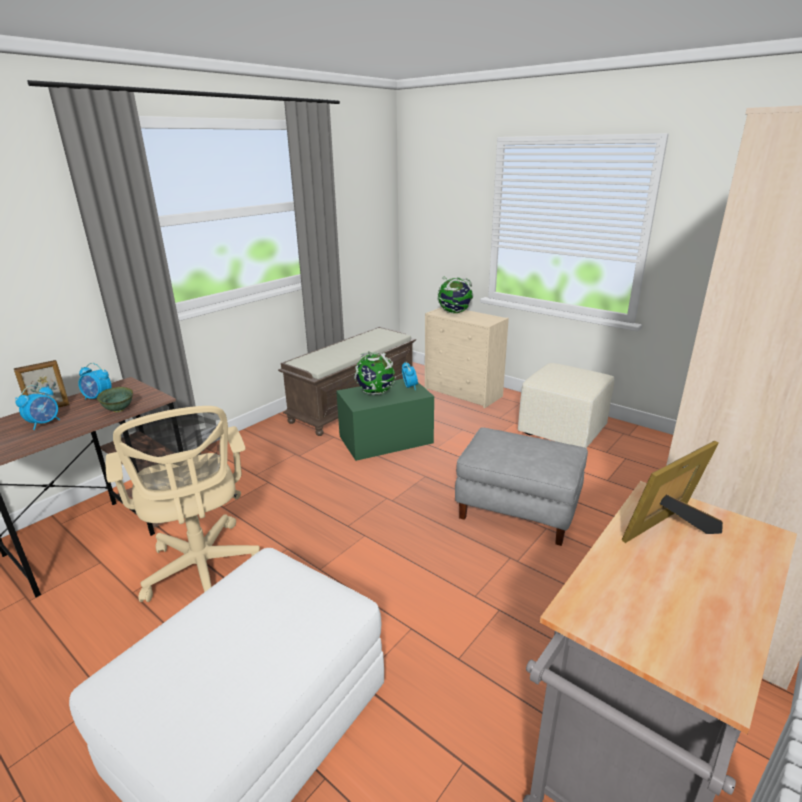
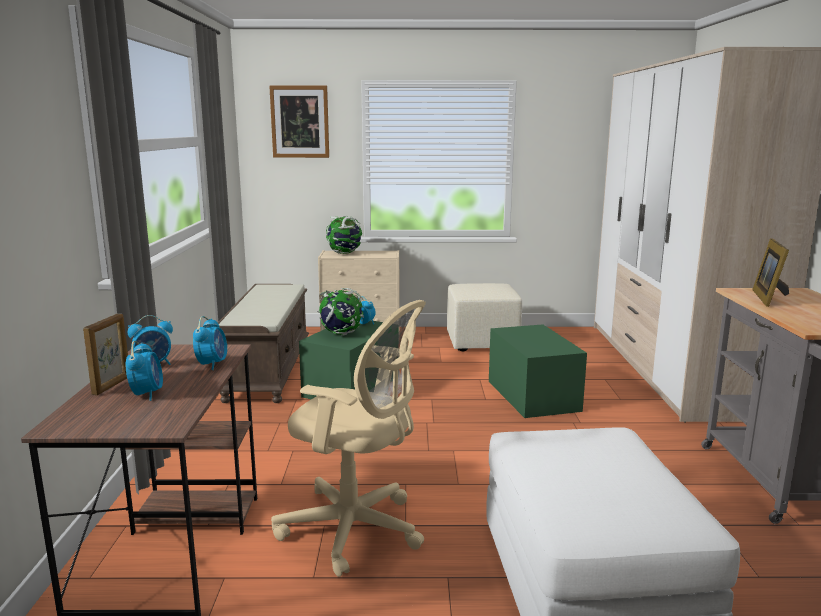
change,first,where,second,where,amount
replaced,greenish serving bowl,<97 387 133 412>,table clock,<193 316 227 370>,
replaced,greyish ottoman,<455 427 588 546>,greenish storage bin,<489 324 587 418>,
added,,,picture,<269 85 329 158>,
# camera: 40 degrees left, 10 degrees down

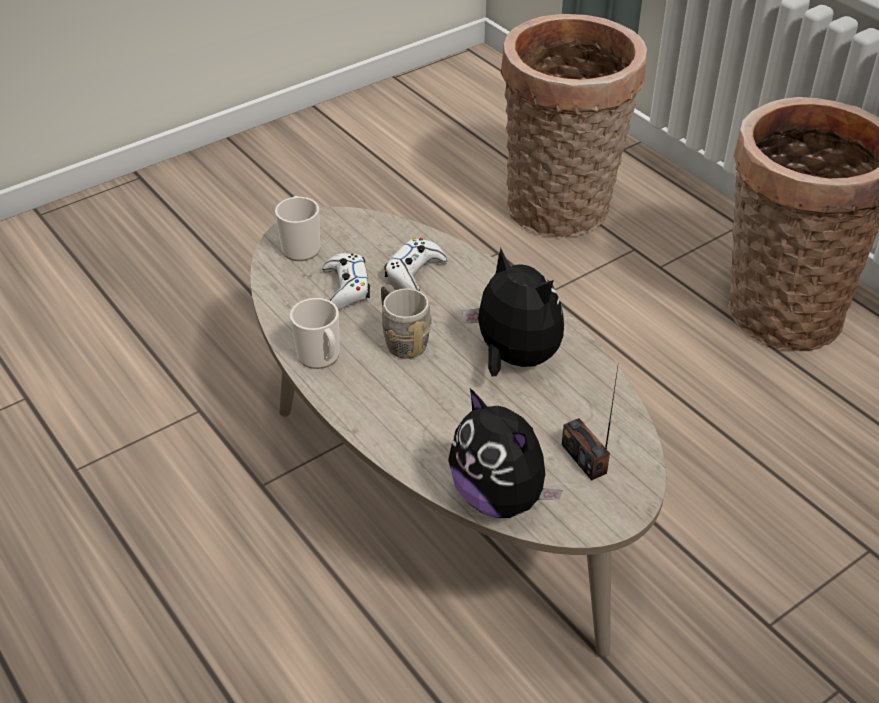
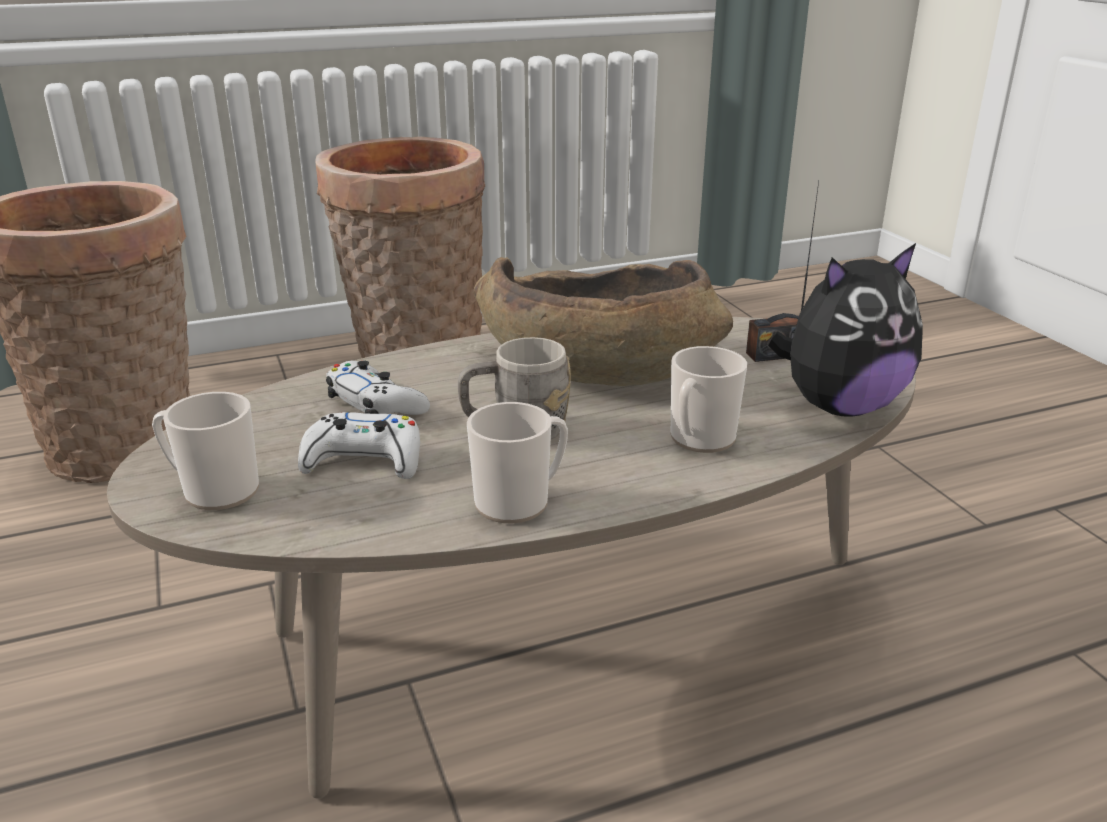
change,first,where,second,where,amount
replaced,plush toy,<463 248 564 376>,brown serving bowl,<474 257 733 386>,
added,,,mug,<670 346 747 453>,
# camera: 75 degrees left, 15 degrees down

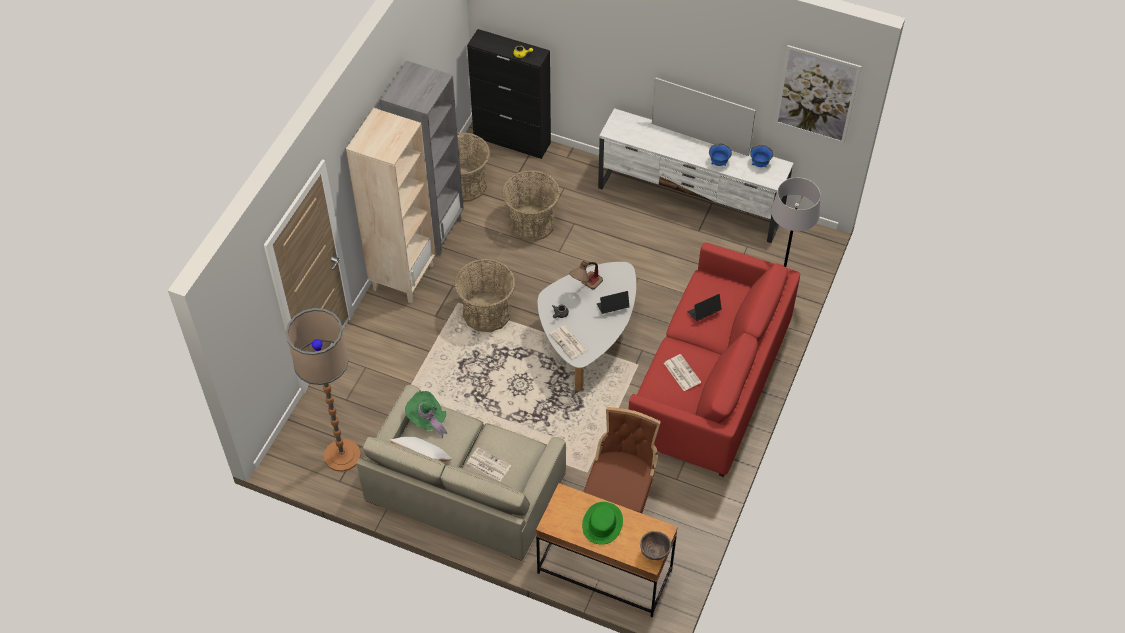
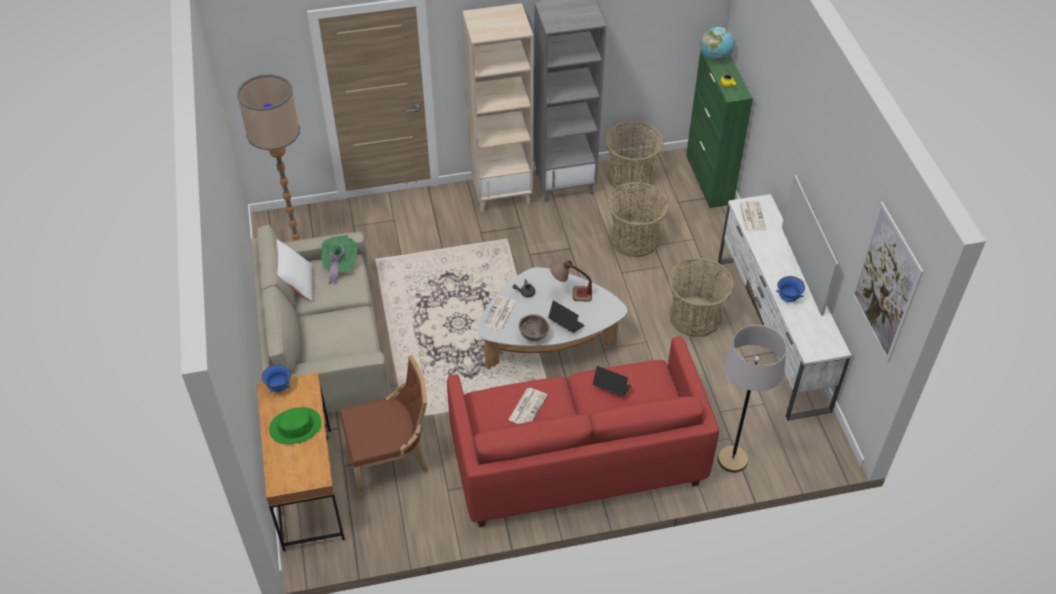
change,first,where,second,where,amount
moved,household basket,<455 259 515 332>,,<668 258 734 337>,
recoloured,blackish storage cabinet,<467 29 551 159>,greenish storage cabinet,<686 50 753 208>,
moved,newspaper,<467 447 511 481>,,<739 201 766 231>,
moved,brown serving bowl,<640 531 672 560>,,<519 314 549 341>,
moved,blue-coloured serving bowl,<750 145 773 167>,,<262 364 291 393>,
added,,,world globe,<701 27 734 61>,
# camera: 55 degrees right, 5 degrees down

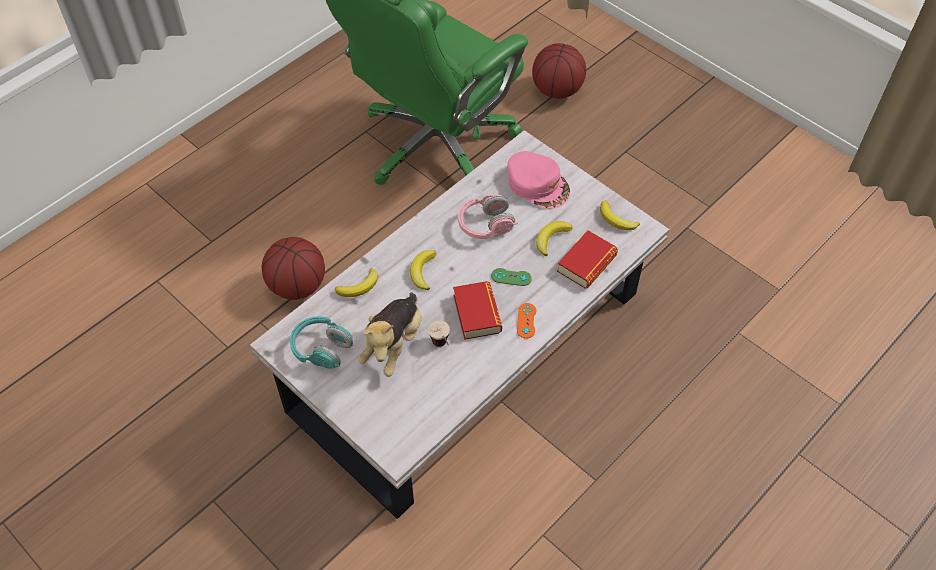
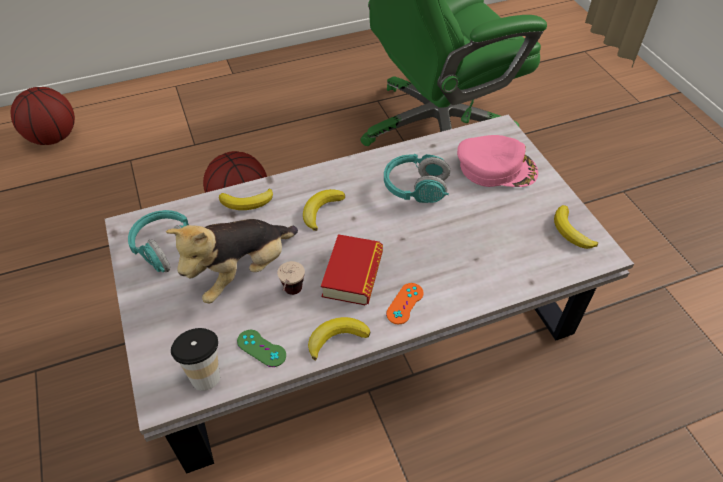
change,first,where,second,where,amount
recoloured,pink headphones,<458 194 518 240>,turquoise-coloured headphones,<384 154 450 203>,
moved,greenish joypad,<491 268 532 286>,,<237 330 286 367>,
turned,pink baseball cap,<507 151 570 209>,,<457 135 538 187>,60 degrees counterclockwise
moved,ball for basketball,<532 43 586 99>,,<11 87 75 145>,
moved,banana fruit,<536 221 572 256>,,<308 317 370 360>,
removed,book,<557 230 618 289>,,,
added,,,small cup,<171 328 220 391>,
# camera: 25 degrees right, 5 degrees down

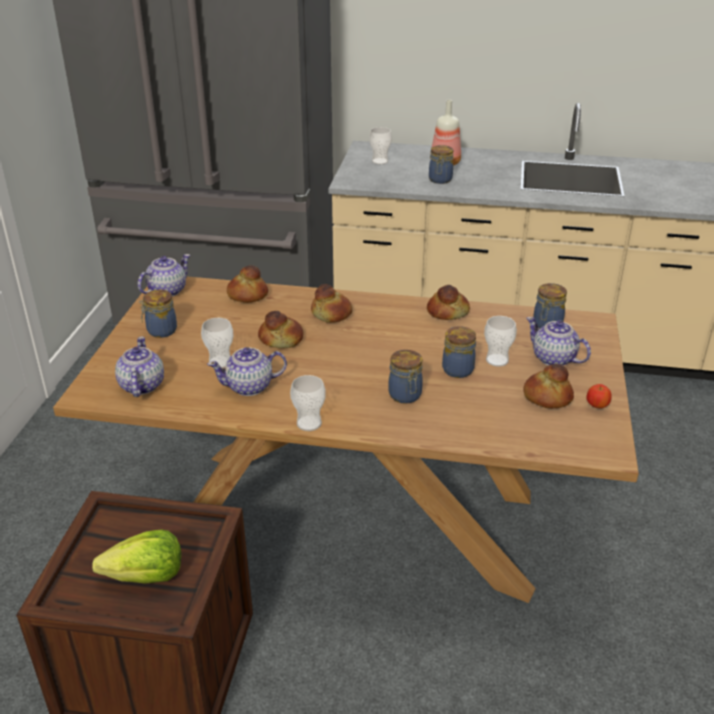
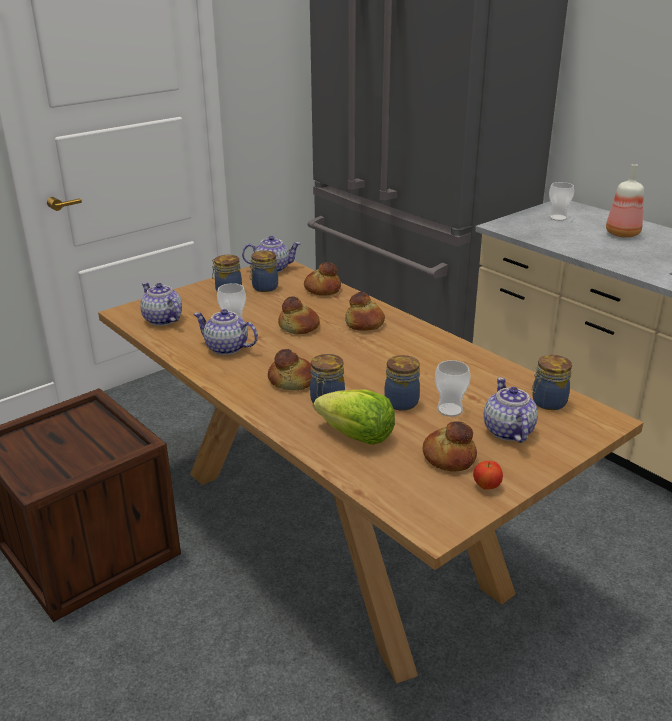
change,first,where,second,where,amount
moved,lettuce,<92 530 181 584>,,<314 390 395 445>,
turned,teapot,<115 337 164 397>,,<140 282 182 326>,75 degrees counterclockwise
removed,small cup,<290 375 326 431>,,,
moved,bakery bread,<427 285 470 320>,,<268 349 311 390>,
moved,jar,<429 145 453 184>,,<249 250 278 292>,
# camera: 40 degrees right, 5 degrees down

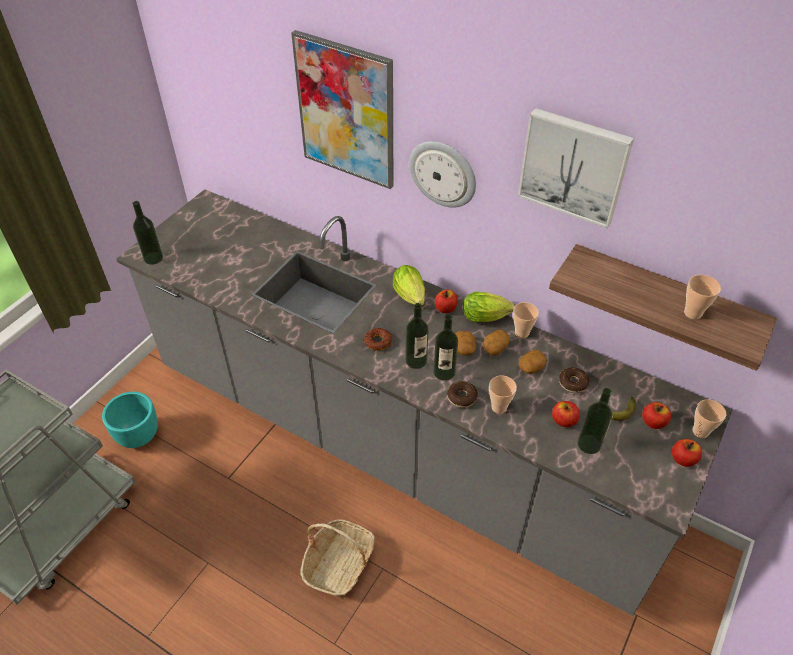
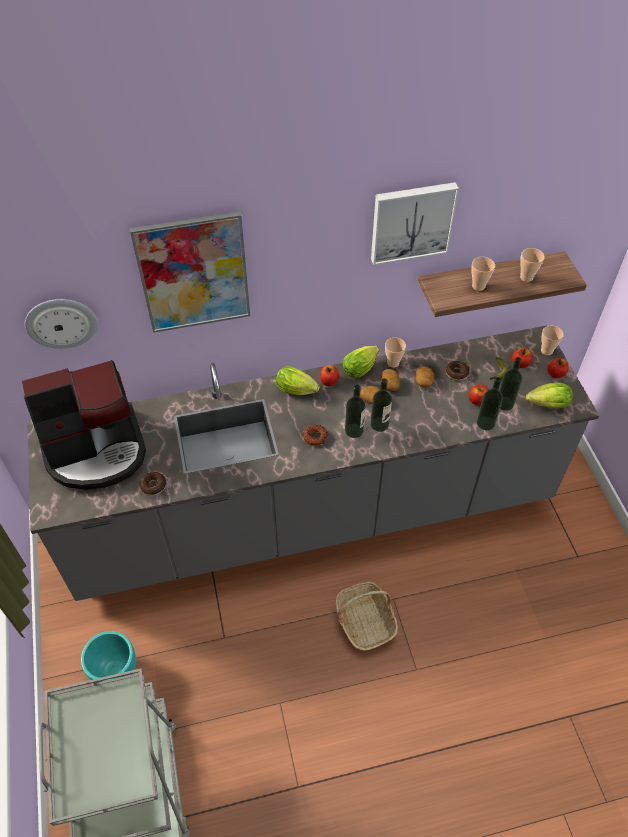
change,first,where,second,where,amount
moved,beverage bottle,<132 201 163 265>,,<477 377 503 430>,
moved,hanging clock,<409 141 476 208>,,<25 299 98 349>,
moved,doughnut,<447 381 478 408>,,<140 472 166 496>,
moved,small cup,<489 375 517 414>,,<471 257 495 291>,
added,,,coffee machine,<22 360 146 490>,
added,,,lettuce,<526 383 573 408>,
# camera: 45 degrees left, 5 degrees up

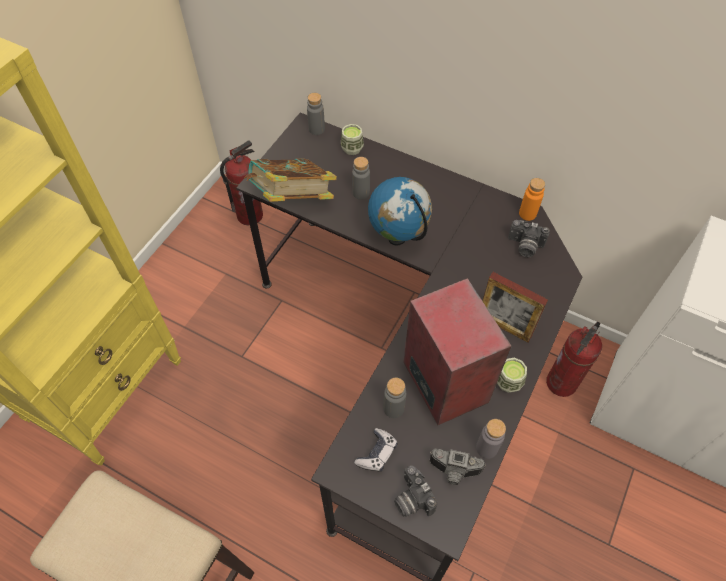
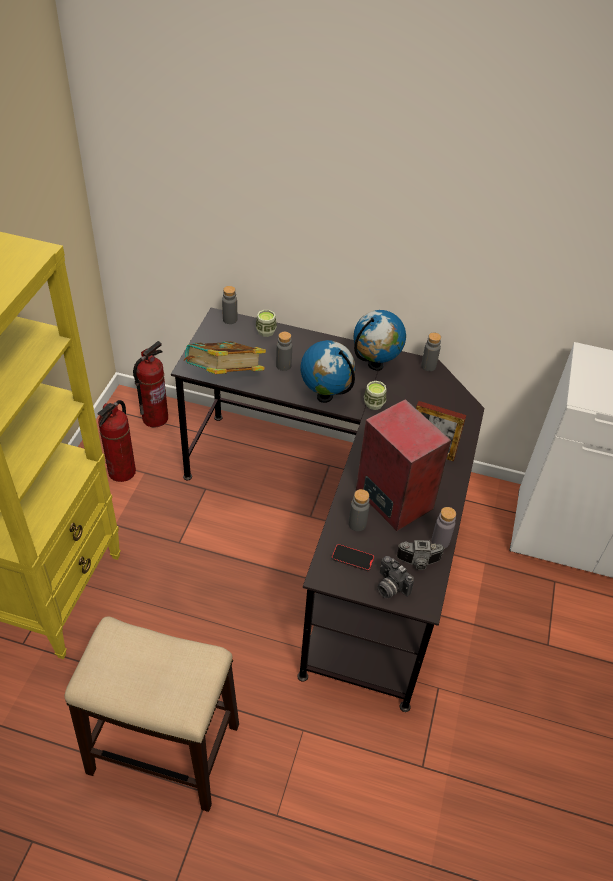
change,first,where,second,where,amount
replaced,joypad,<354 428 398 472>,handset,<332 544 374 571>,
moved,small cup,<497 358 527 393>,,<364 381 386 410>,
removed,photo camera,<508 220 550 257>,,,
recoloured,orangey beverage bottle,<519 178 545 221>,greyish beverage bottle,<421 333 441 371>,
moved,extinguisher,<546 322 602 397>,,<97 400 136 482>,
added,,,world globe,<354 310 406 371>,
# camera: 15 degrees left, 10 degrees down

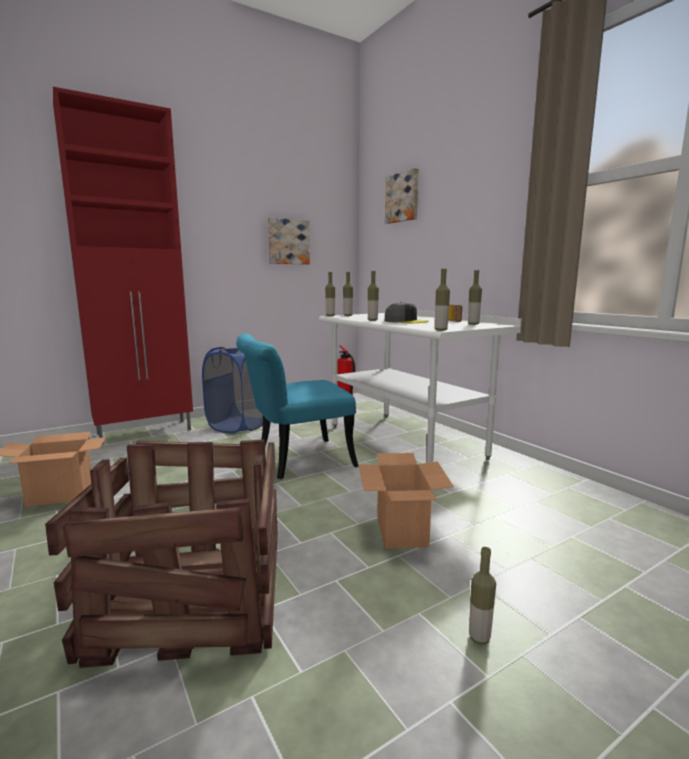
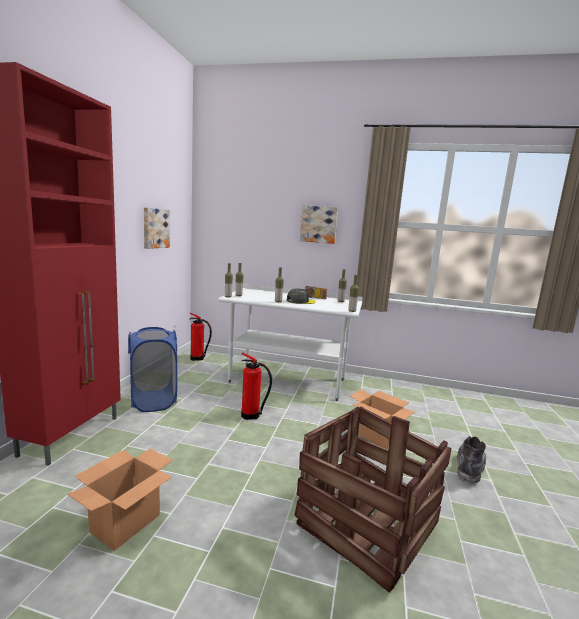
change,first,where,second,where,amount
replaced,turquoise-coloured upright chair,<236 333 359 479>,extinguisher,<241 353 272 420>,
moved,picture,<385 168 419 224>,,<300 205 338 244>,
replaced,beverage bottle,<469 547 496 645>,greyish tall boot,<457 436 486 485>,
# camera: 45 degrees left, 0 degrees up

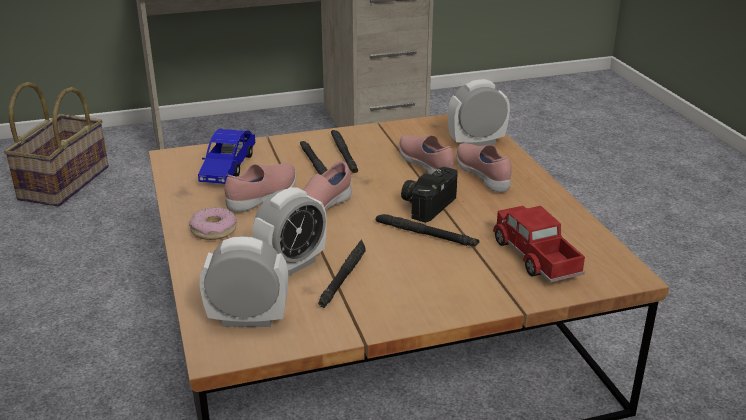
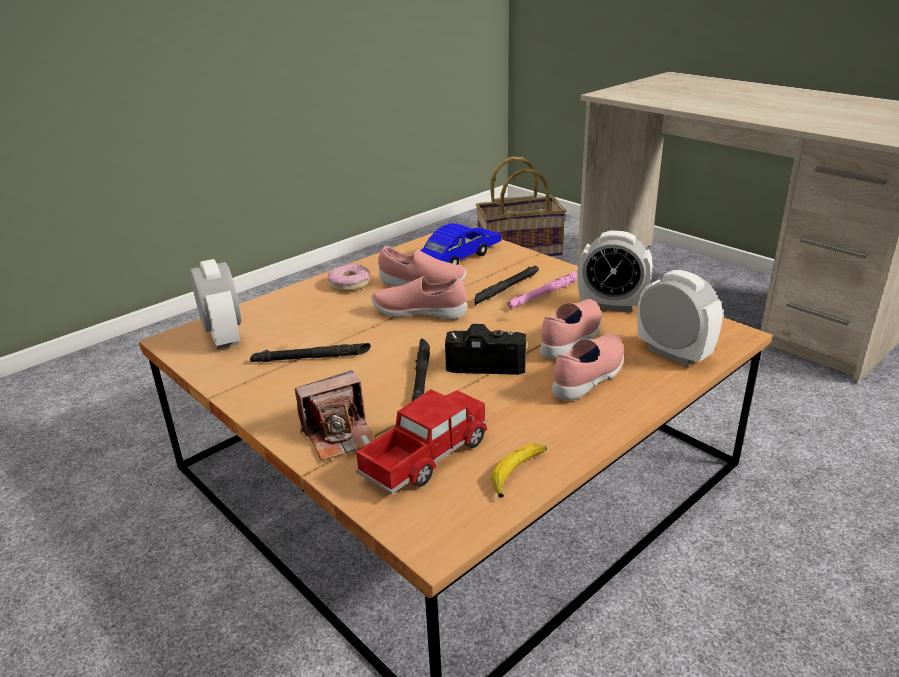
change,first,where,second,where,amount
turned,blue-coloured toy car,<198 129 255 184>,,<421 223 501 265>,150 degrees clockwise
moved,table clock,<252 187 327 276>,,<578 231 652 313>,
recoloured,blackish torch,<331 130 358 173>,pink torch,<507 271 577 309>,
added,,,photo camera,<295 370 376 461>,
added,,,banana fruit,<492 443 547 498>,
# camera: 65 degrees right, 0 degrees up

